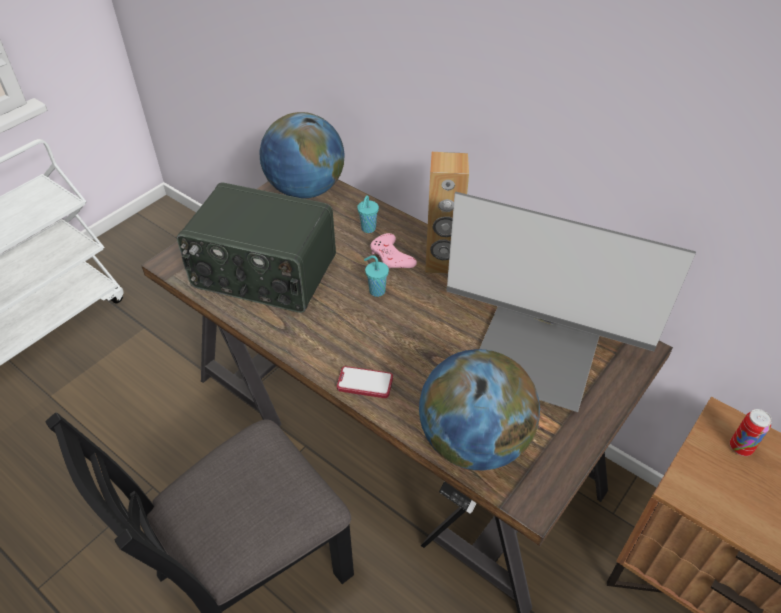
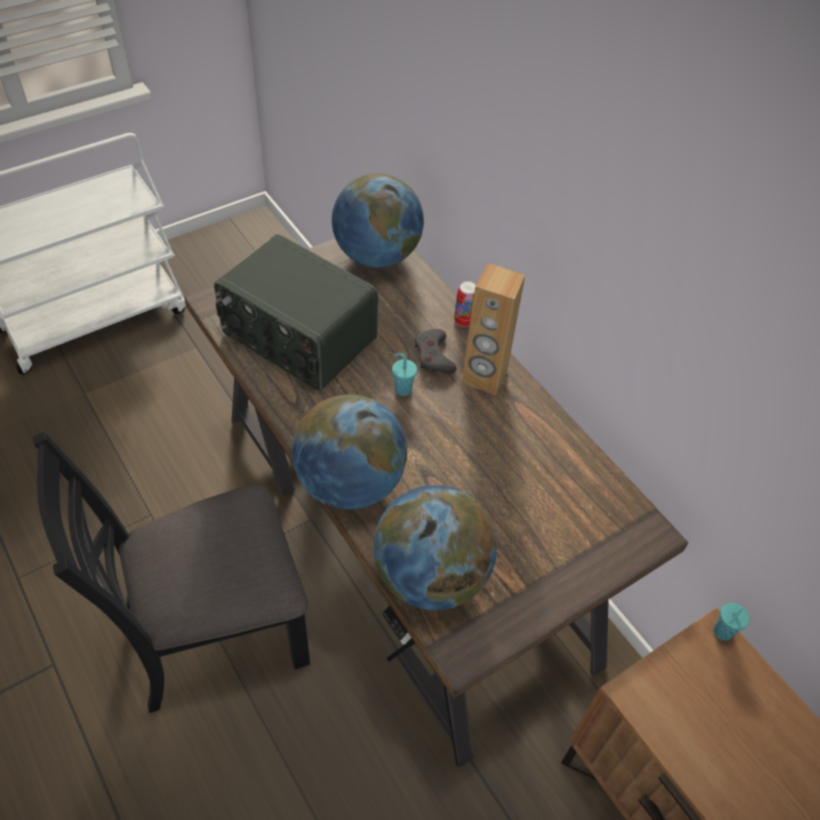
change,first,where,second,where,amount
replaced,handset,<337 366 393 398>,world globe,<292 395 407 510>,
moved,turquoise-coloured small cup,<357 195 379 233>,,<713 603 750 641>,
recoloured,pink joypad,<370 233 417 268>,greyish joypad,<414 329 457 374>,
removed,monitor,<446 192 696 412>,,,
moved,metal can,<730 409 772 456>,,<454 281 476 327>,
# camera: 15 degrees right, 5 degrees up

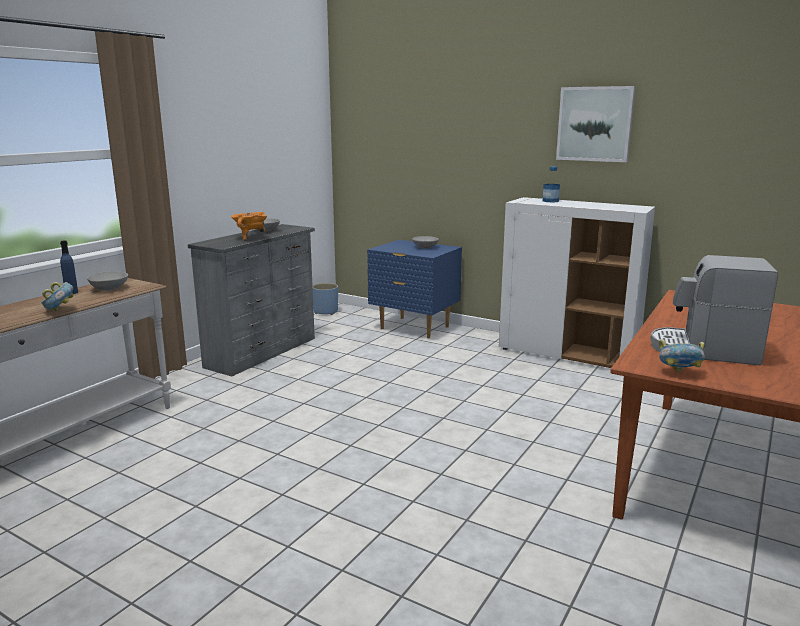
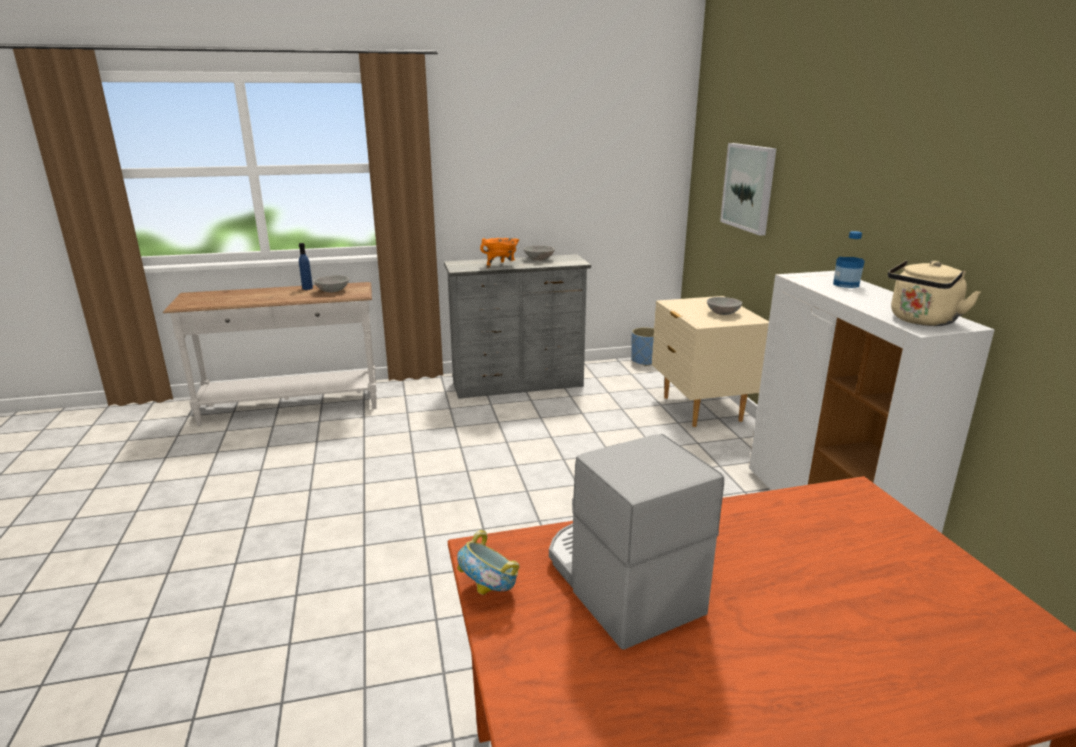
change,first,where,second,where,amount
removed,serving bowl,<41 282 74 311>,,,
recoloured,blue-coloured nightstand,<367 240 462 338>,sand-coloured nightstand,<652 296 769 427>,
moved,picture,<556 86 635 162>,,<720 143 776 236>,
added,,,sand-coloured kettle,<888 260 981 326>,
# camera: 45 degrees right, 5 degrees up

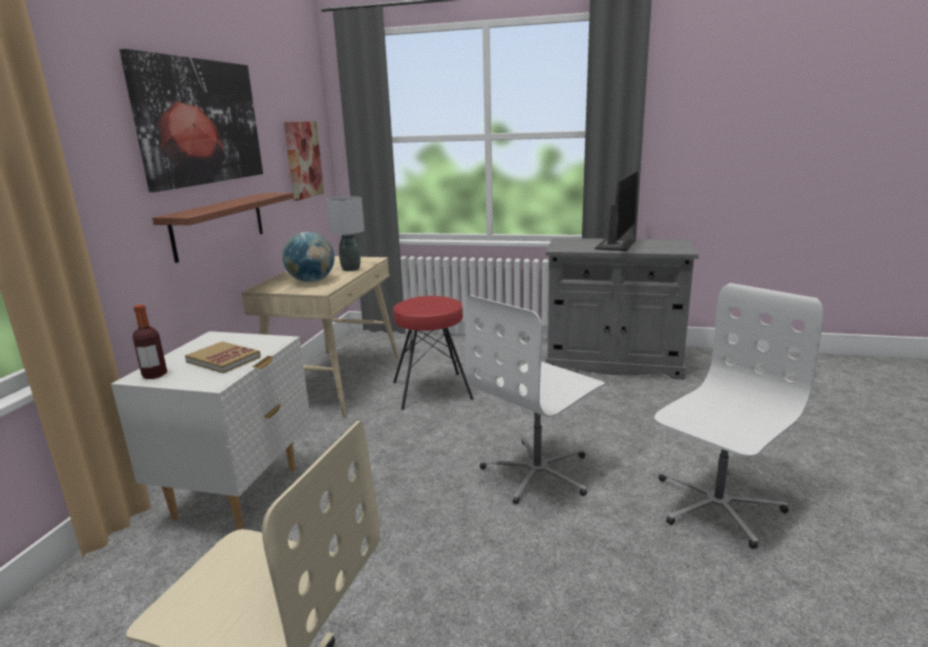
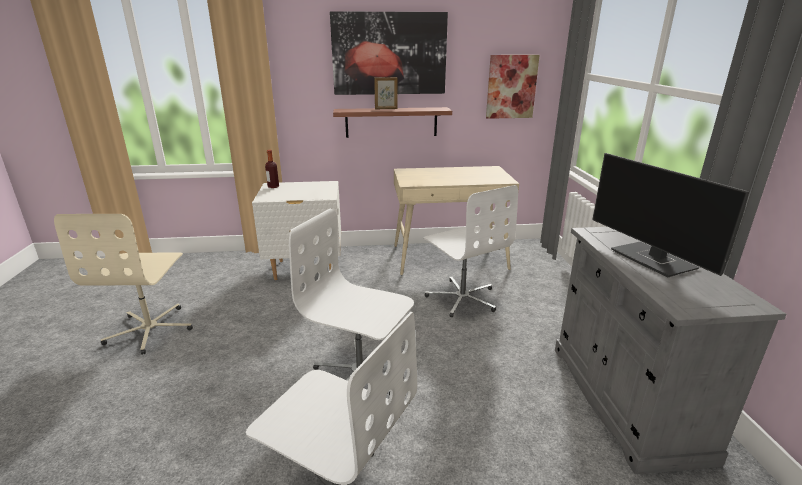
change,first,where,second,where,amount
removed,book,<185 341 261 373>,,,
removed,world globe,<283 232 335 282>,,,
removed,greyish lamp for a table,<327 197 364 271>,,,
replaced,red stool seat,<393 296 474 410>,white office chair,<423 185 518 317>,
turned,monitor,<595 171 638 251>,,<592 153 749 278>,60 degrees clockwise
added,,,standing frame,<374 77 398 109>,
# camera: 70 degrees right, 5 degrees up

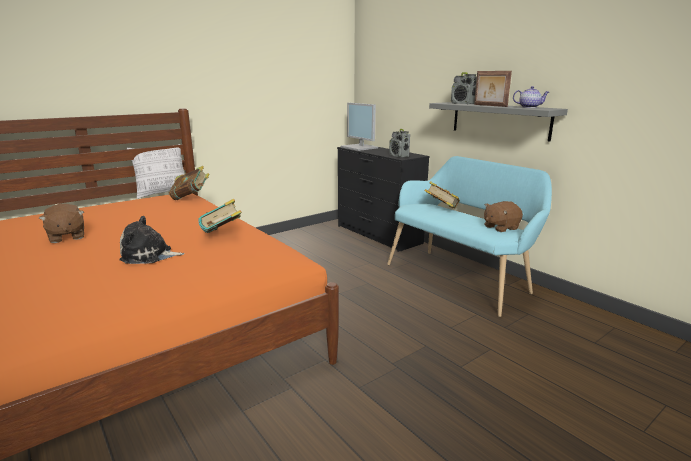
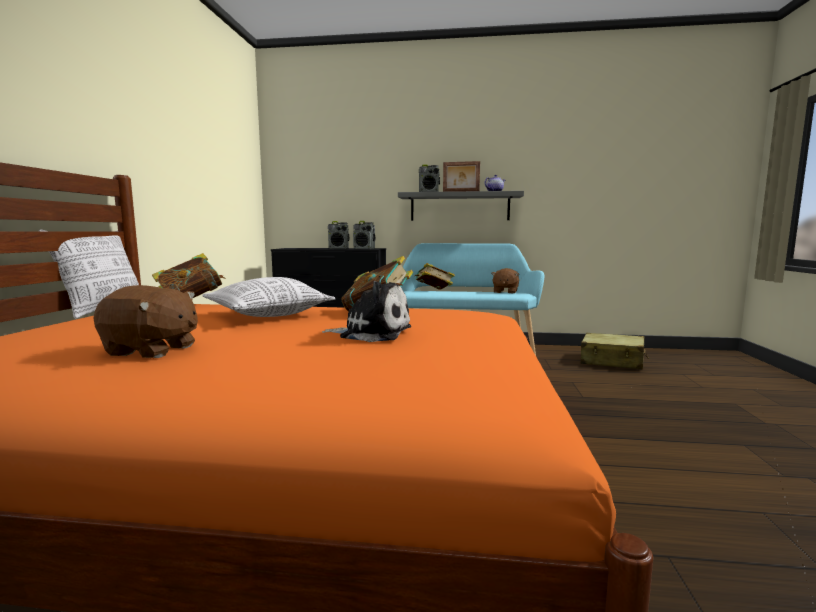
change,first,where,second,where,amount
turned,plush toy,<119 216 185 264>,,<322 281 411 342>,120 degrees counterclockwise
removed,monitor,<341 103 378 151>,,,
added,,,pillow,<202 277 336 317>,
added,,,radio set,<328 221 349 249>,
added,,,sand-coloured travel case,<581 333 649 369>,
# camera: 45 degrees left, 10 degrees down

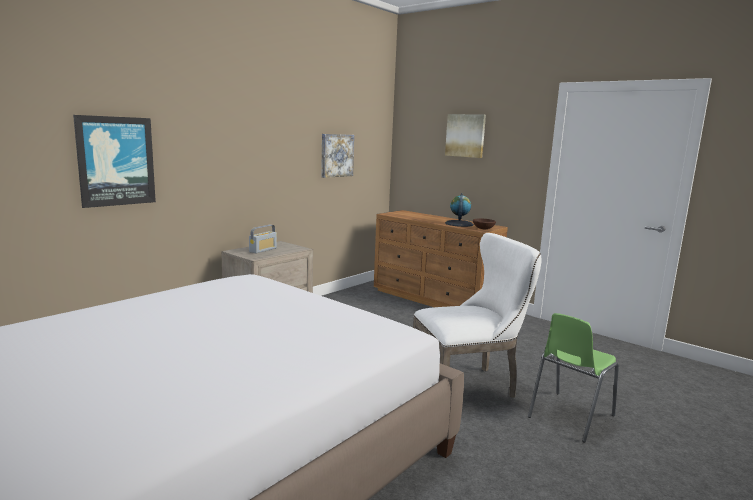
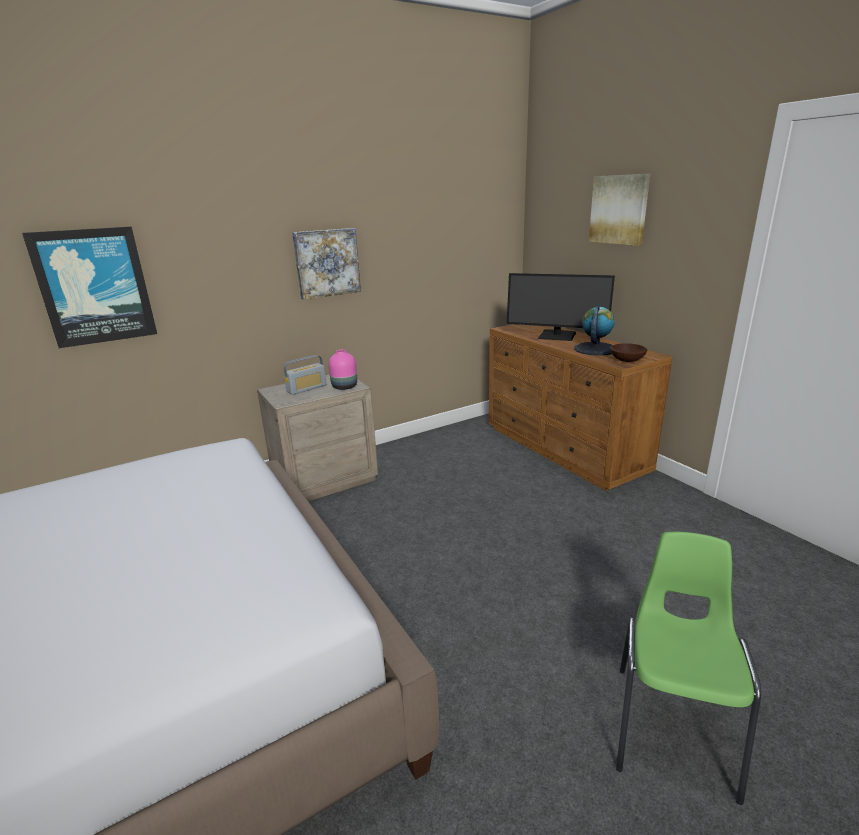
change,first,where,second,where,amount
moved,picture,<321 134 354 178>,,<292 228 361 300>,
removed,white upright chair,<413 233 541 398>,,,
turned,greenish upright chair,<528 313 619 443>,,<616 532 761 805>,135 degrees clockwise
added,,,pink flower vase,<329 349 357 390>,
added,,,monitor,<507 273 615 341>,
# camera: 20 degrees right, 10 degrees up

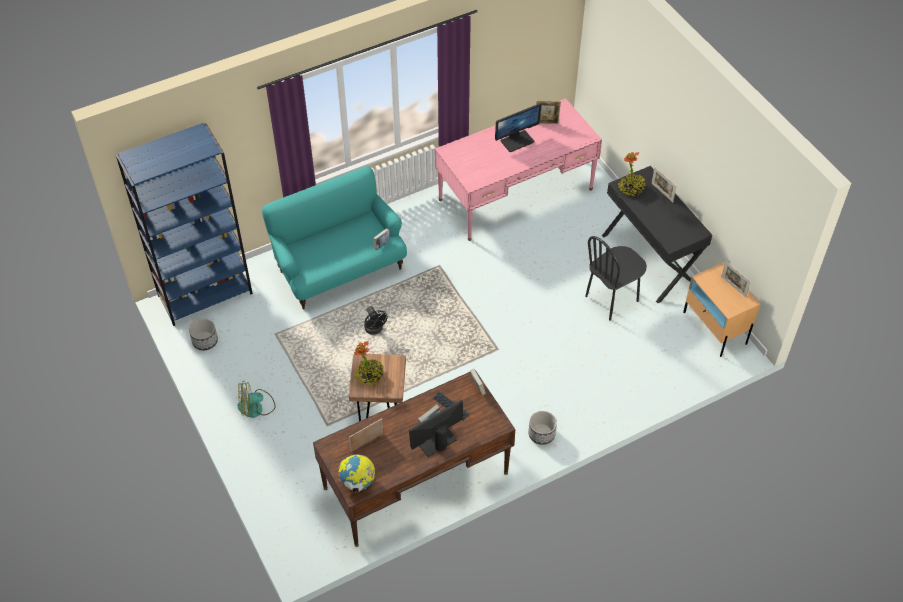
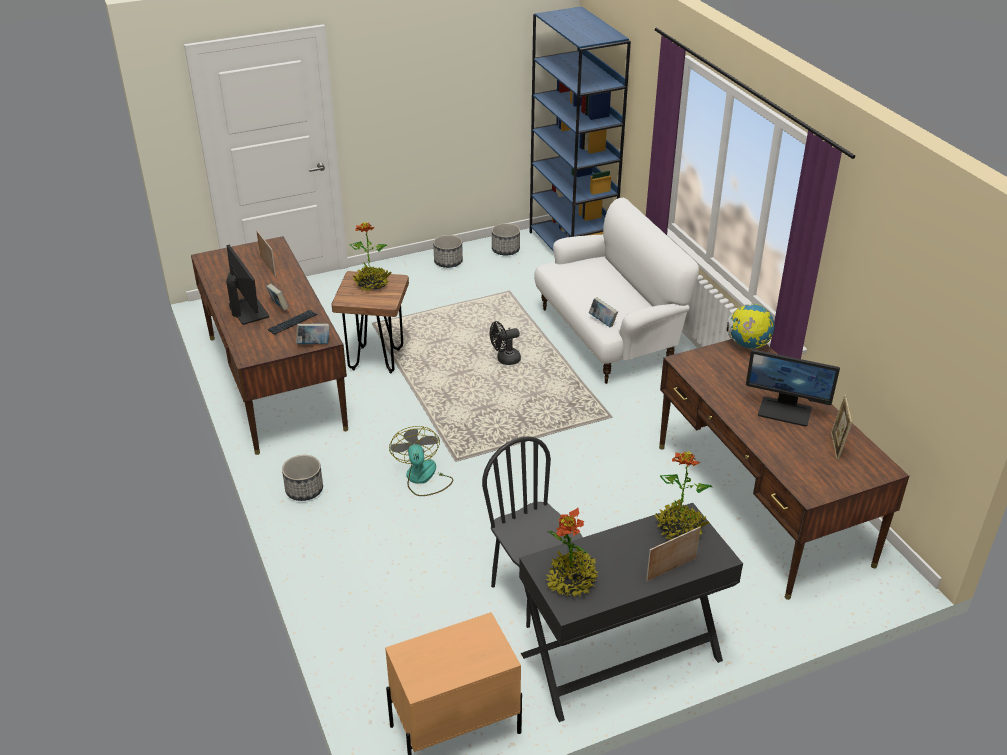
change,first,where,second,where,amount
moved,electric fan,<237 381 275 418>,,<389 426 454 496>,
recoloured,turquoise-coloured settee,<262 166 407 310>,white settee,<534 198 699 384>,
moved,world globe,<338 455 375 493>,,<726 304 775 349>,
recoloured,pink desk unit,<435 98 602 241>,brown desk unit,<659 339 909 600>,
turned,monitor,<495 103 541 152>,,<746 349 840 427>,45 degrees counterclockwise
removed,standing frame,<721 262 751 297>,,,
added,,,planter,<433 235 463 268>,
added,,,potted plant,<545 508 598 598>,
# camera: 95 degrees right, 15 degrees down

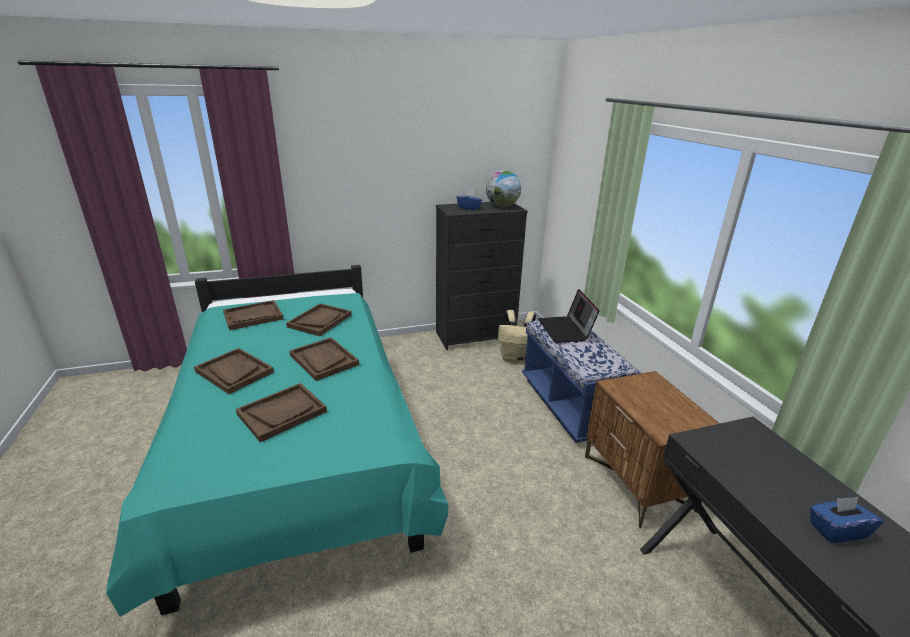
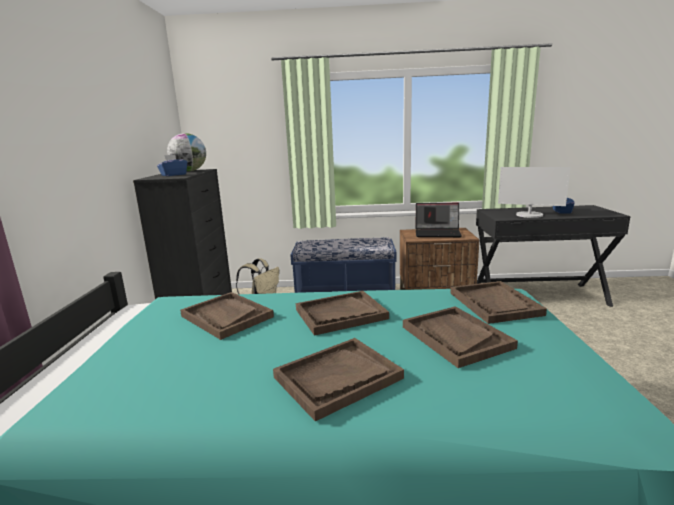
change,first,where,second,where,amount
moved,brown tray,<223 300 283 330>,,<450 281 547 324>,
moved,notebook computer,<538 289 600 343>,,<416 203 462 237>,
added,,,monitor,<498 167 571 218>,
# camera: 70 degrees left, 10 degrees down

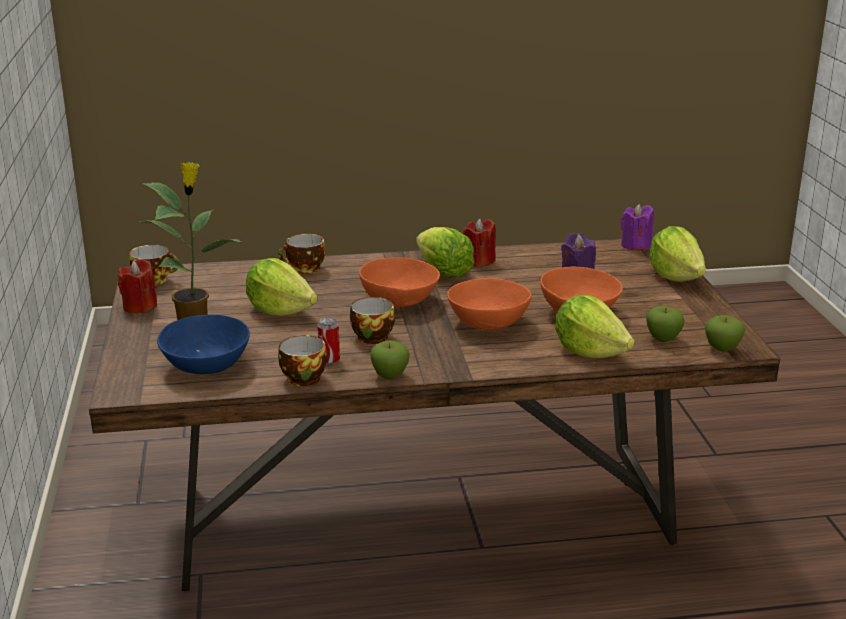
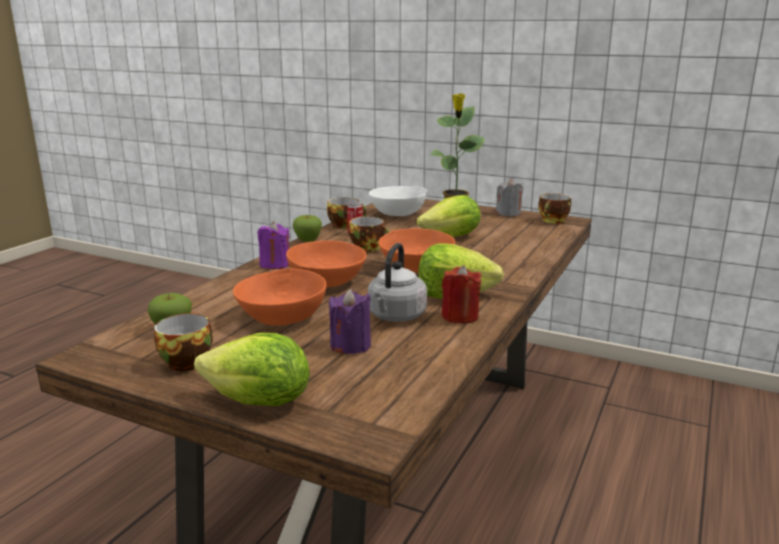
change,first,where,second,where,amount
recoloured,red wax candle,<118 259 157 313>,greyish wax candle,<496 178 523 216>,
recoloured,blue-coloured serving bowl,<157 315 250 374>,white serving bowl,<369 186 427 216>,
moved,small cup,<278 234 325 274>,,<154 313 213 371>,
removed,lettuce,<555 294 635 359>,,,
moved,purplish wax candle,<621 204 654 251>,,<257 221 290 269>,
removed,apple fruit,<705 315 745 352>,,,
added,,,greyish kettle,<368 243 427 322>,
# camera: 125 degrees right, 5 degrees down

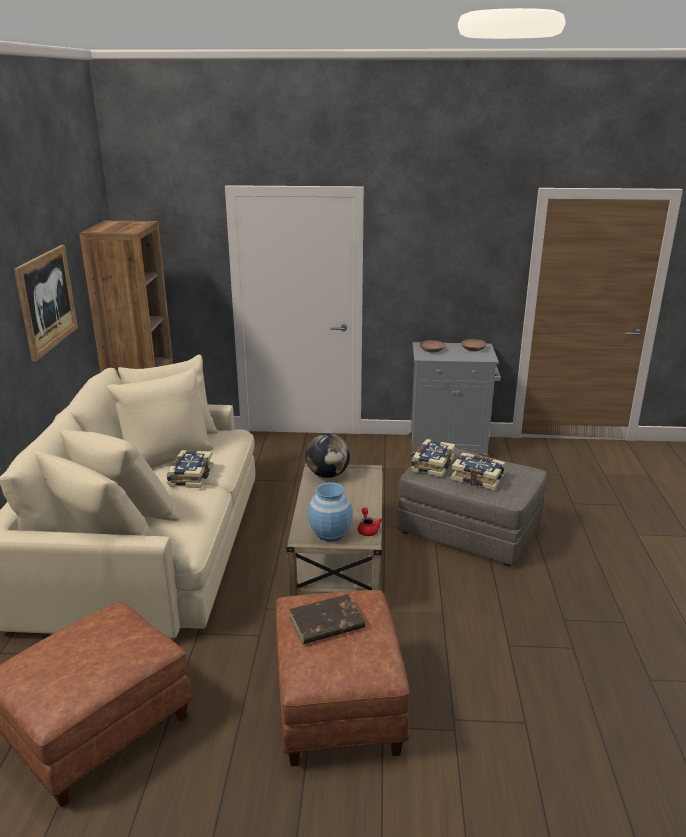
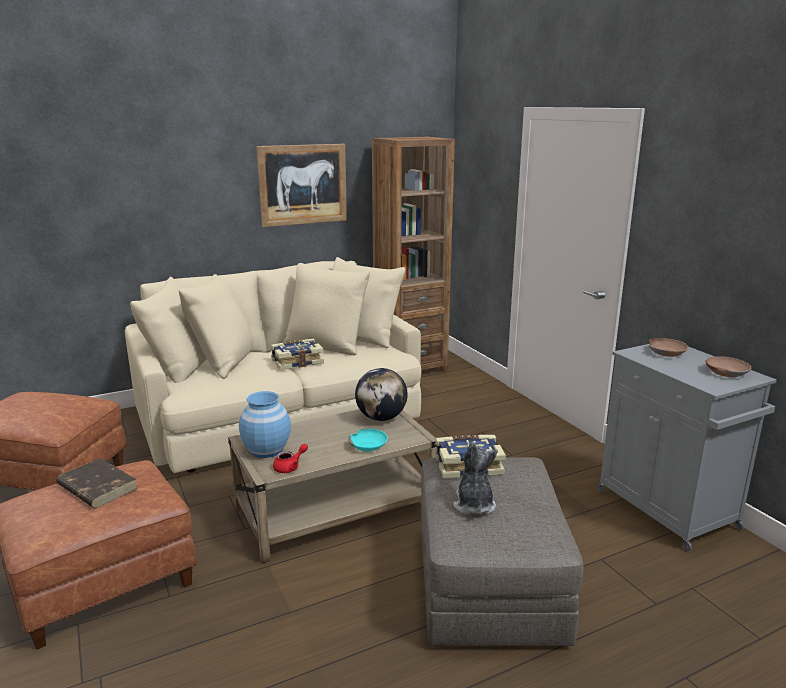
change,first,where,second,where,amount
replaced,book,<451 453 506 490>,plush toy,<453 442 498 514>,
added,,,turquoise-coloured serving bowl,<348 429 388 452>,
# camera: 60 degrees right, 5 degrees down

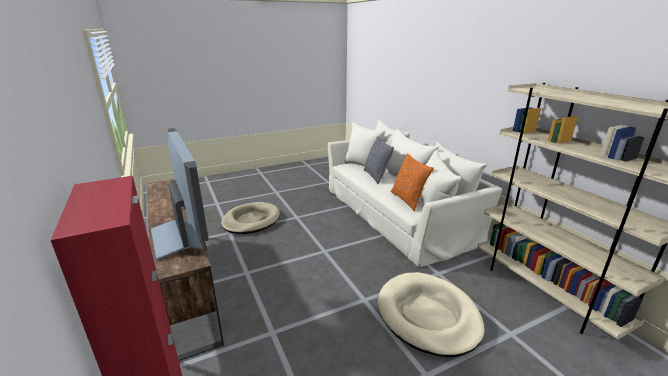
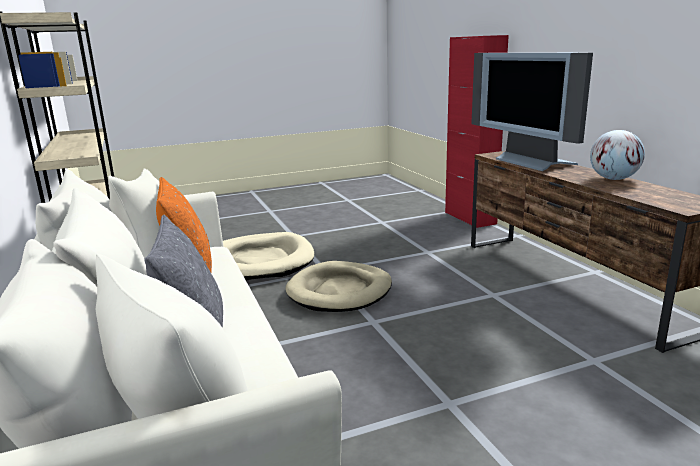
change,first,where,second,where,amount
moved,sand-coloured dog bed,<221 202 280 234>,,<285 261 392 312>,
added,,,world globe,<590 130 645 180>,
# camera: 175 degrees left, 5 degrees down

